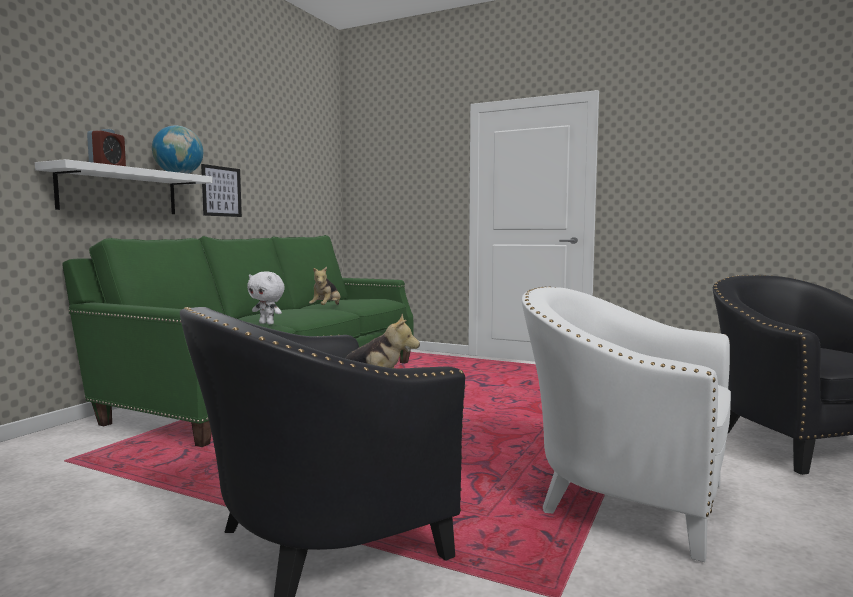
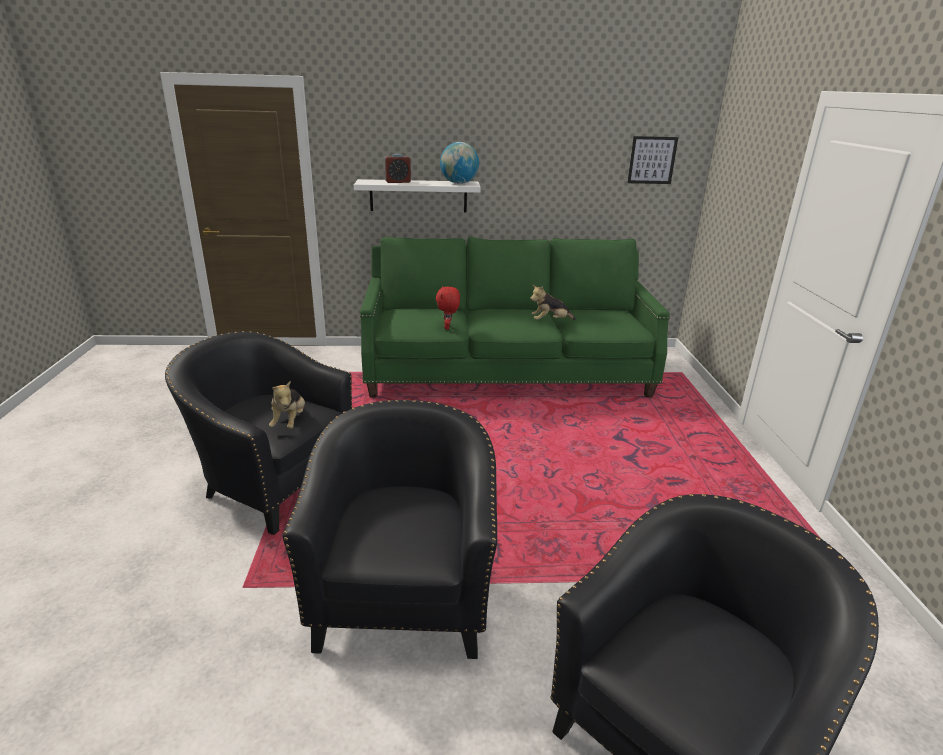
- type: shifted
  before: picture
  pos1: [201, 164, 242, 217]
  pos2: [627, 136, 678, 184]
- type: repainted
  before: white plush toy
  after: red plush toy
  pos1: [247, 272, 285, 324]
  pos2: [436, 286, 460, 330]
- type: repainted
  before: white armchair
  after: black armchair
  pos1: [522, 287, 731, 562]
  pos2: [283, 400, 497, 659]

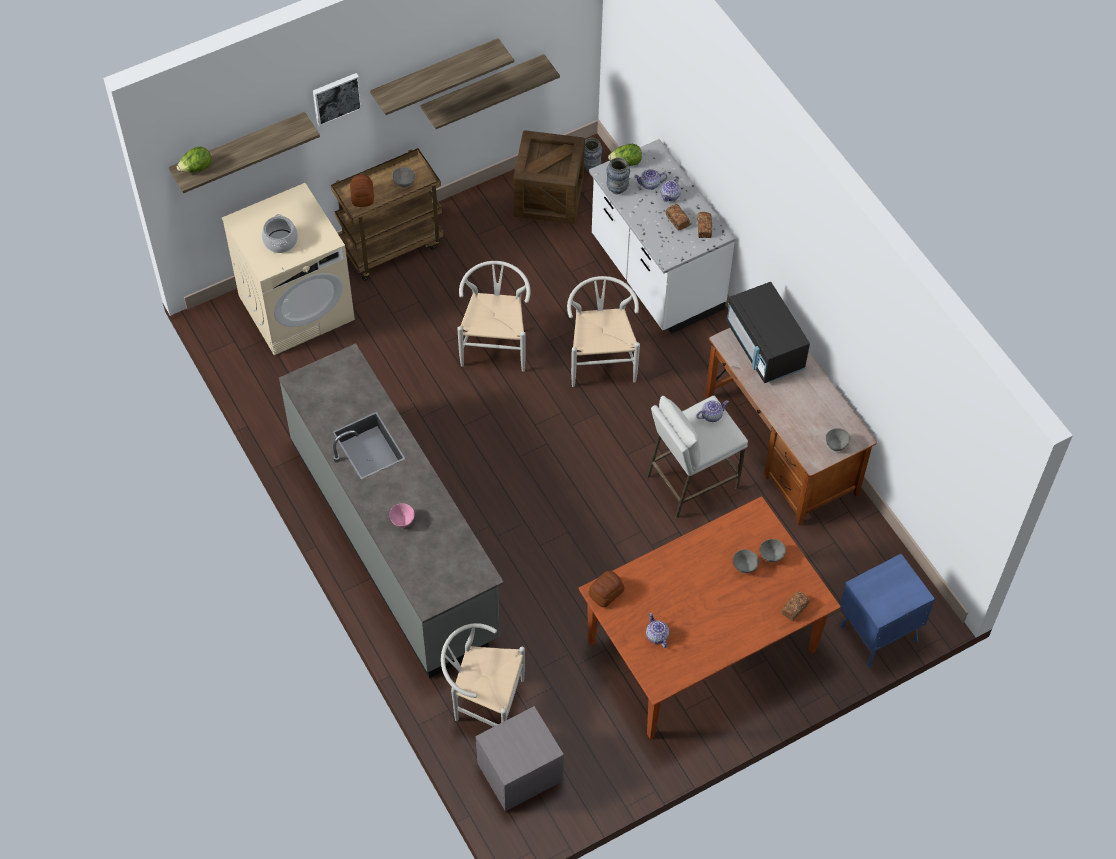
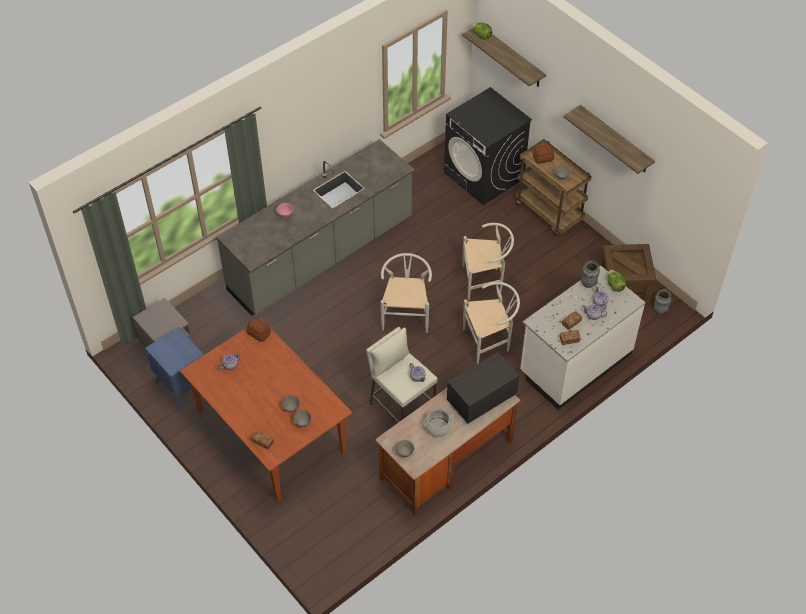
- type: repainted
  before: beige washing machine
  after: black washing machine
  pos1: [222, 183, 355, 355]
  pos2: [444, 87, 532, 205]
- type: shifted
  before: cooking pot
  pos1: [262, 214, 298, 253]
  pos2: [423, 408, 454, 437]
- type: gone
  before: picture
  pos1: [313, 73, 362, 126]
- type: gone
  before: shelf
  pos1: [420, 54, 560, 129]
- type: shifted
  before: white chair
  pos1: [441, 623, 525, 727]
  pos2: [380, 253, 432, 333]
- type: shifted
  before: blue nightstand
  pos1: [840, 554, 935, 667]
  pos2: [145, 327, 204, 409]

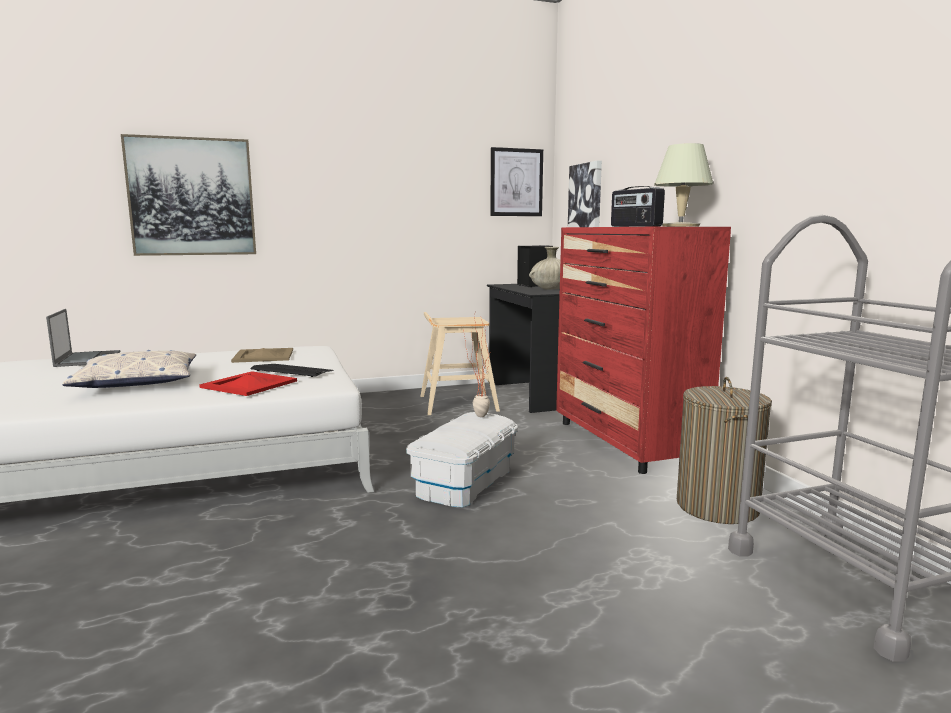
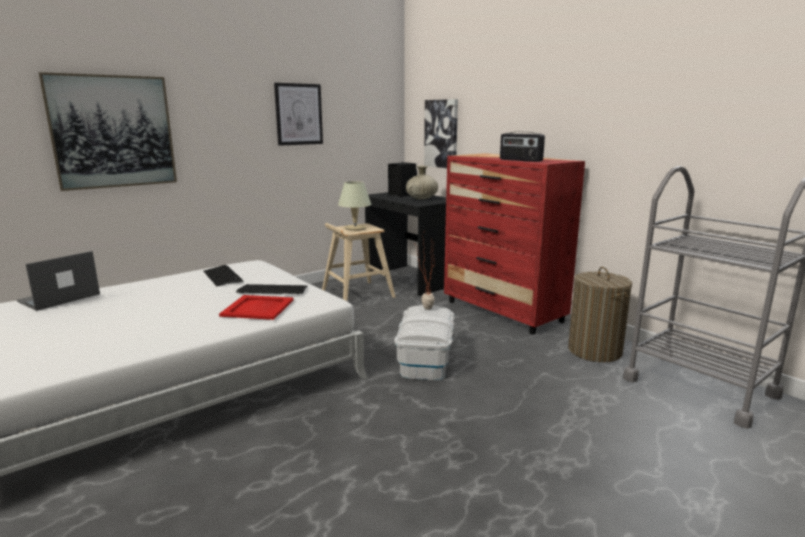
- type: rotated
  before: laptop
  pos1: [46, 309, 120, 367]
  pos2: [17, 251, 100, 311]
  turn: -105
- type: gone
  before: pillow
  pos1: [62, 350, 196, 388]
- type: swapped
  before: beige tray
  after: keyboard
  pos1: [231, 348, 293, 363]
  pos2: [203, 265, 243, 286]
- type: shifted
  before: picture
  pos1: [490, 147, 543, 216]
  pos2: [274, 83, 323, 146]
- type: shifted
  before: beige table lamp
  pos1: [654, 143, 713, 227]
  pos2: [338, 181, 371, 231]

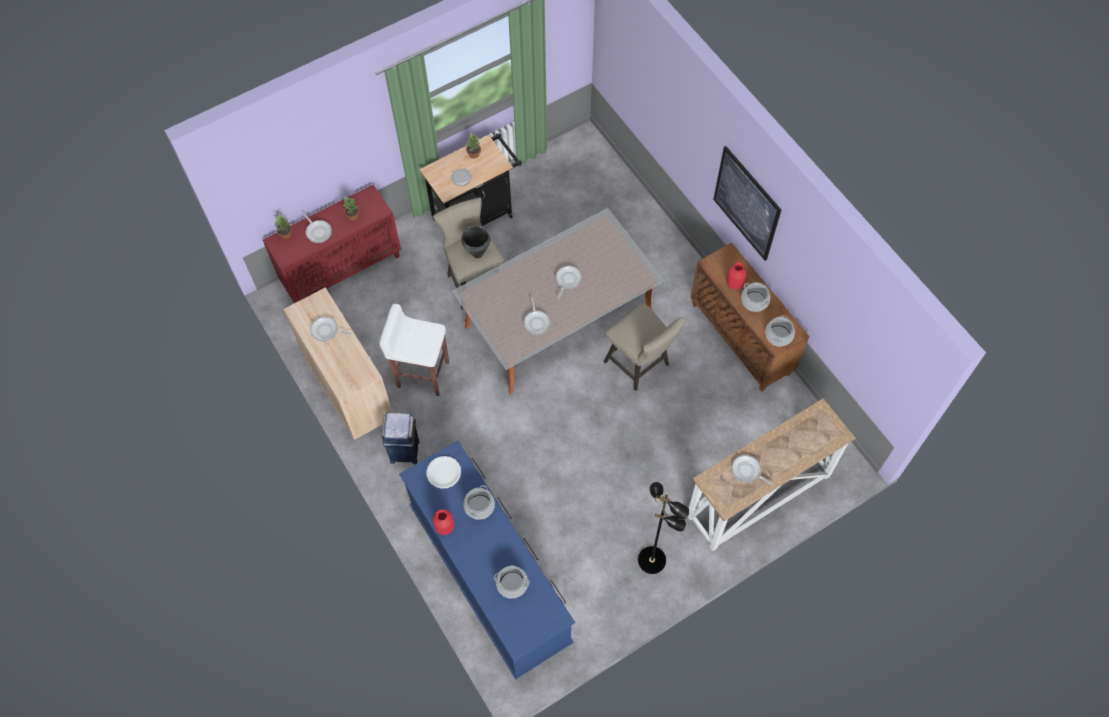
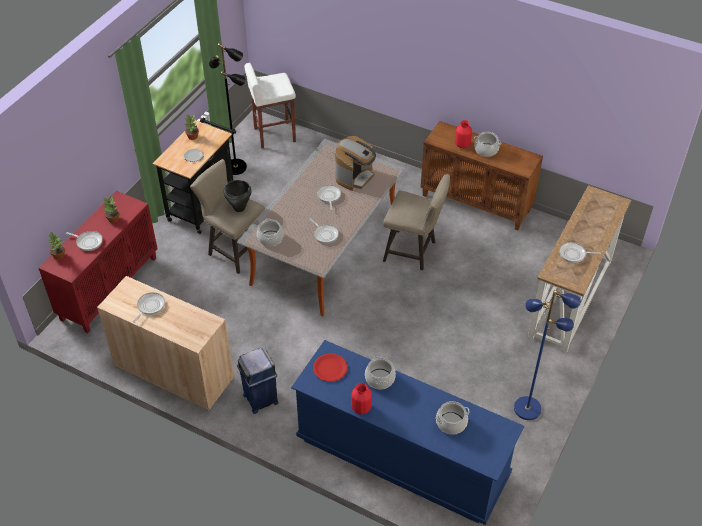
- type: rotated
  before: frying pan
  pos1: [310, 317, 352, 342]
  pos2: [133, 292, 165, 323]
  turn: 135
- type: shifted
  before: white stool
  pos1: [379, 304, 449, 396]
  pos2: [244, 63, 296, 149]
- type: repainted
  before: white plate
  after: red plate
  pos1: [426, 456, 461, 489]
  pos2: [313, 354, 348, 382]
- type: shifted
  before: black floor lamp
  pos1: [638, 482, 689, 574]
  pos2: [209, 43, 247, 175]
- type: gone
  before: picture
  pos1: [713, 146, 781, 261]
- type: shifted
  before: cooking pot
  pos1: [765, 315, 795, 346]
  pos2: [257, 218, 284, 247]
- type: new
  after: coffee machine
  pos2: [335, 136, 376, 191]
- type: new
  after: blue floor lamp
  pos2: [514, 290, 581, 420]

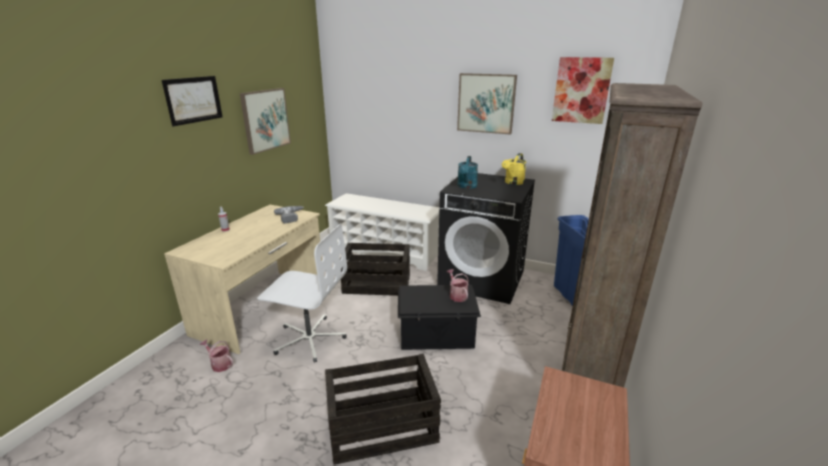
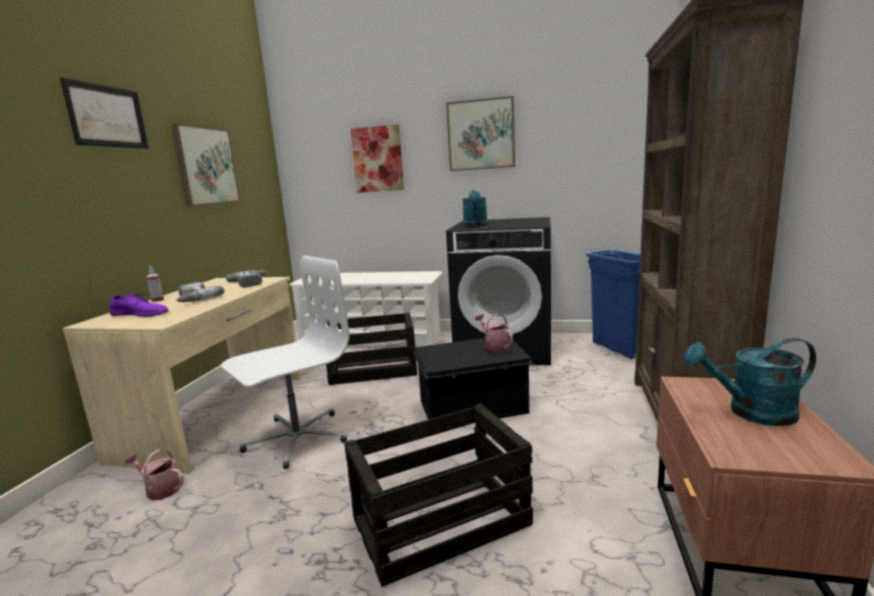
- type: rotated
  before: white office chair
  pos1: [257, 224, 347, 362]
  pos2: [221, 256, 350, 469]
  turn: -45
- type: gone
  before: yellow watering can
  pos1: [502, 153, 526, 185]
- type: shifted
  before: picture
  pos1: [552, 57, 614, 124]
  pos2: [351, 124, 404, 193]
- type: new
  after: purple shoe
  pos2: [110, 293, 169, 317]
- type: new
  after: power drill
  pos2: [176, 282, 224, 302]
- type: new
  after: turquoise watering can
  pos2: [683, 338, 816, 426]

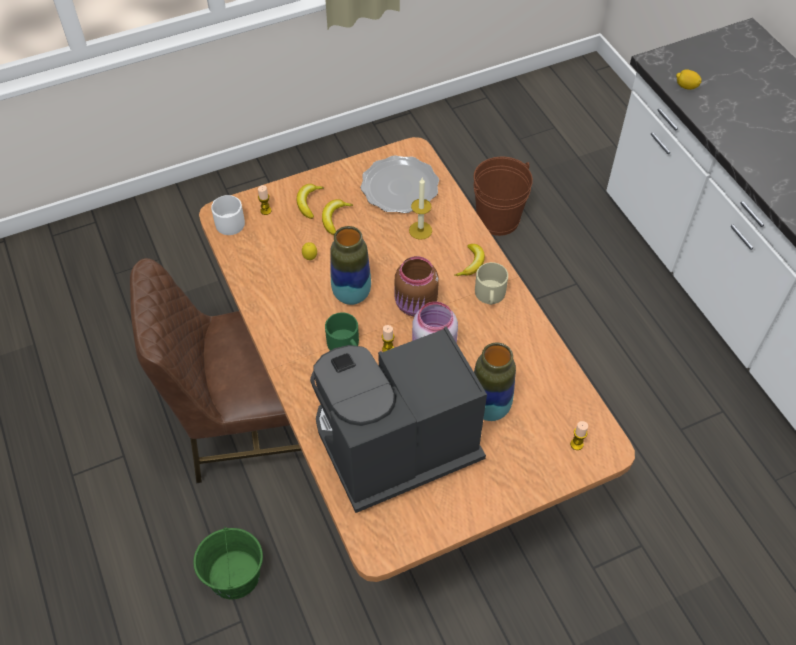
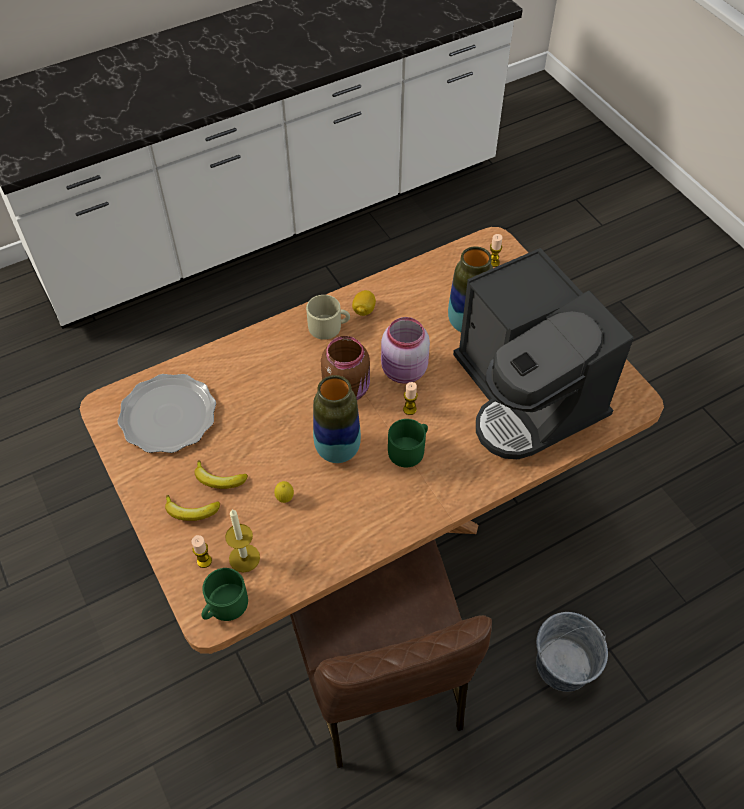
- type: repainted
  before: green bucket
  after: grey bucket
  pos1: [193, 527, 263, 599]
  pos2: [536, 612, 608, 692]
- type: repainted
  before: white mug
  after: green mug
  pos1: [211, 195, 245, 235]
  pos2: [201, 568, 248, 621]
- type: shifted
  before: candle
  pos1: [409, 178, 432, 240]
  pos2: [225, 509, 260, 572]
- type: gone
  before: banana
  pos1: [454, 244, 485, 276]
- type: gone
  before: brown bucket
  pos1: [474, 157, 533, 236]
- type: shifted
  before: lemon
  pos1: [676, 70, 702, 90]
  pos2: [352, 290, 376, 316]

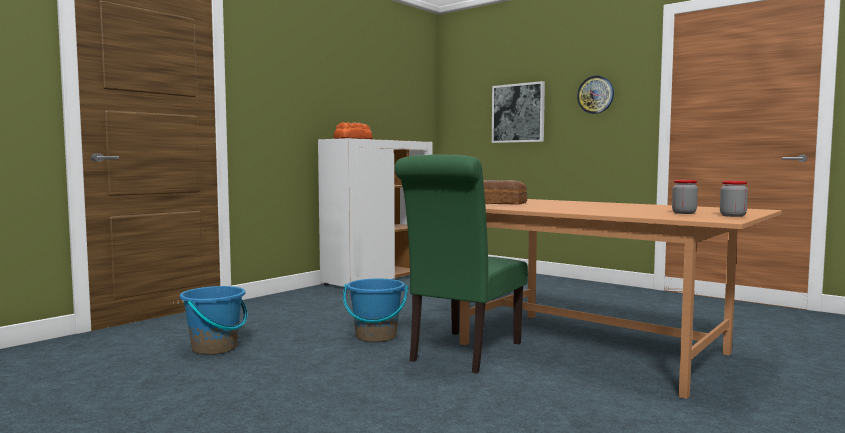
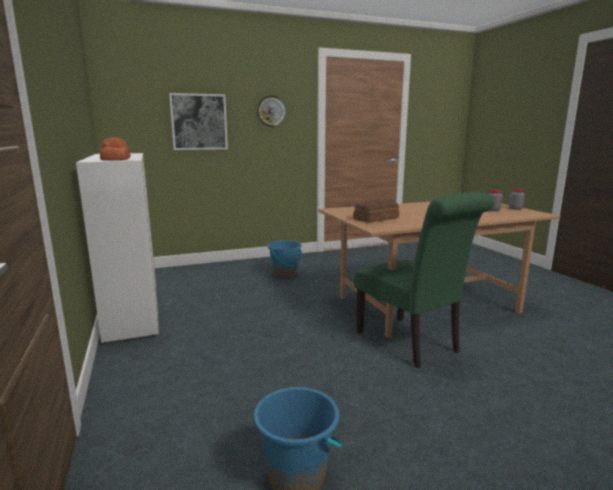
- type: shifted
  before: blue bucket
  pos1: [343, 279, 408, 342]
  pos2: [267, 240, 303, 279]

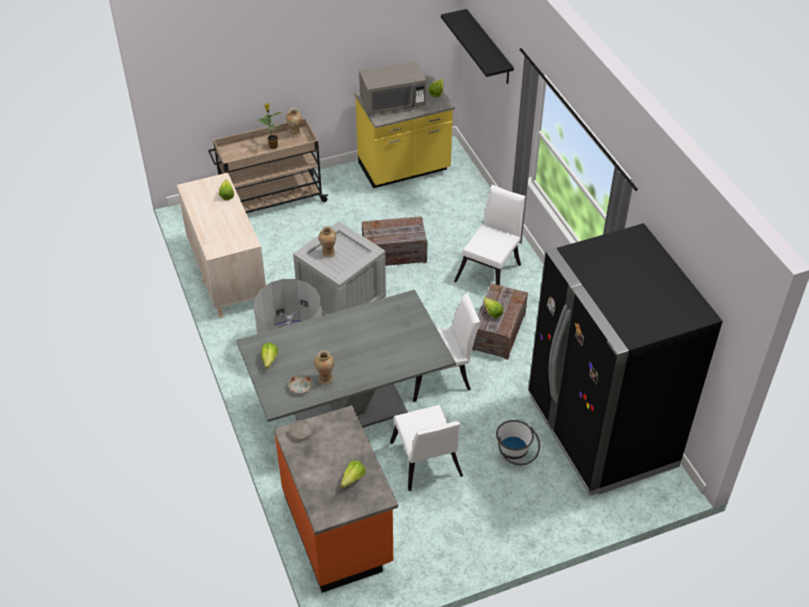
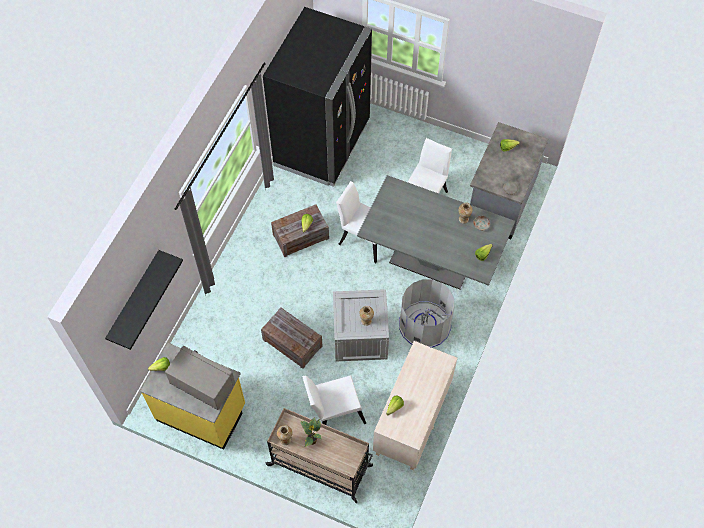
- type: repainted
  before: orange counter
  after: grey counter
  pos1: [274, 405, 398, 593]
  pos2: [470, 122, 548, 239]
- type: shifted
  before: white chair
  pos1: [454, 185, 525, 285]
  pos2: [302, 375, 366, 425]
- type: gone
  before: white bucket
  pos1: [496, 420, 540, 465]

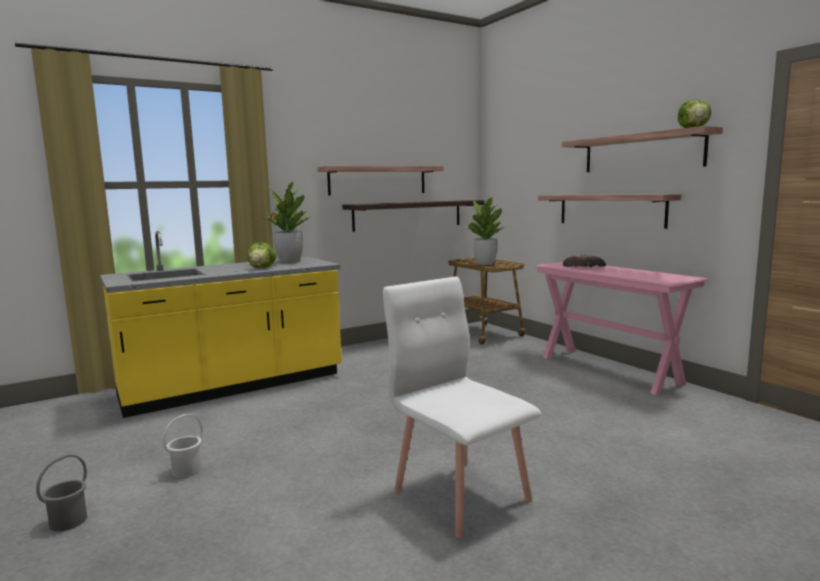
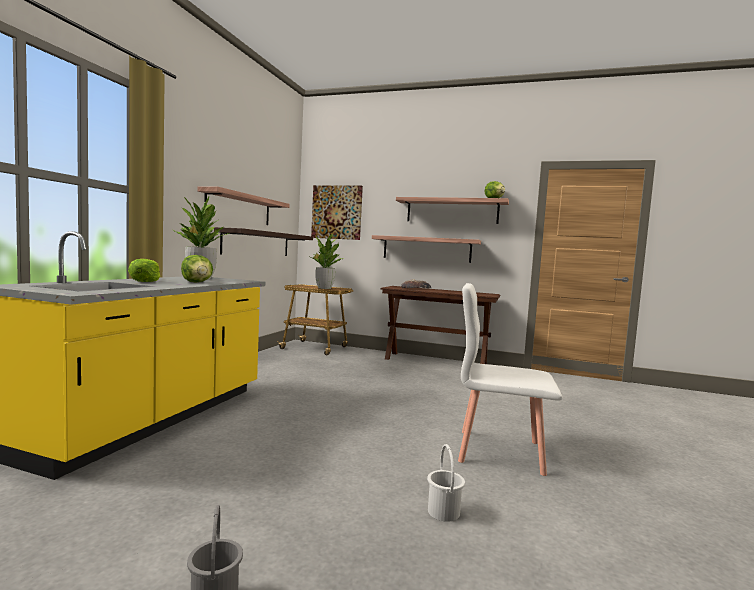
- type: shifted
  before: white bucket
  pos1: [163, 414, 202, 478]
  pos2: [427, 444, 465, 522]
- type: repainted
  before: pink console table
  after: brown console table
  pos1: [535, 262, 708, 395]
  pos2: [381, 286, 501, 364]
- type: new
  after: lettuce
  pos2: [128, 259, 160, 282]
- type: new
  after: picture
  pos2: [311, 185, 363, 240]

